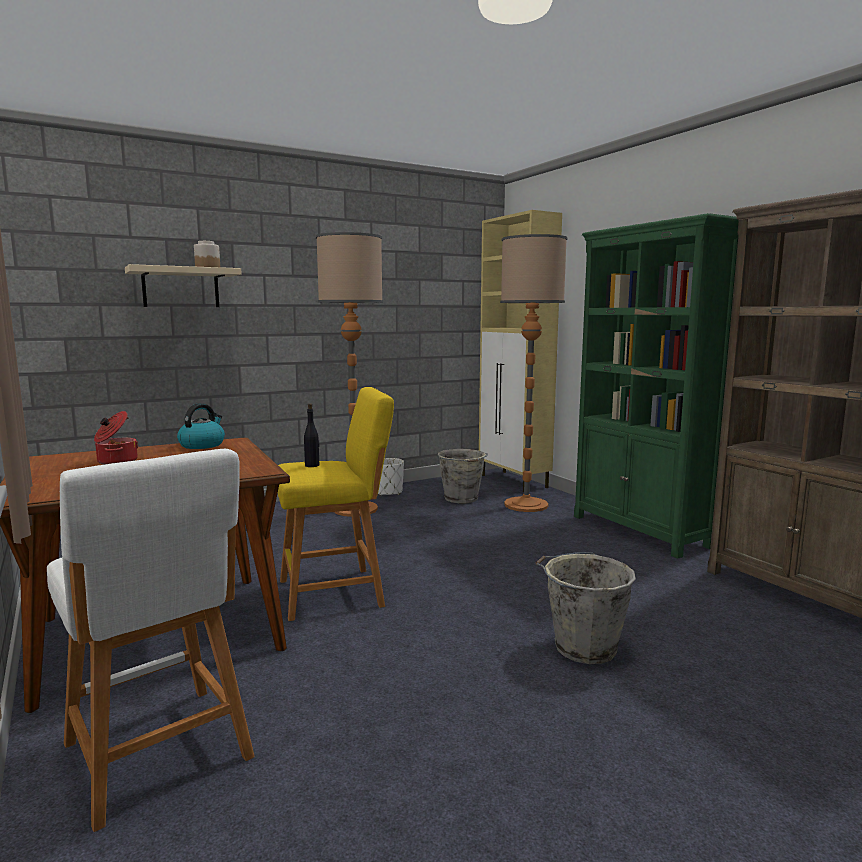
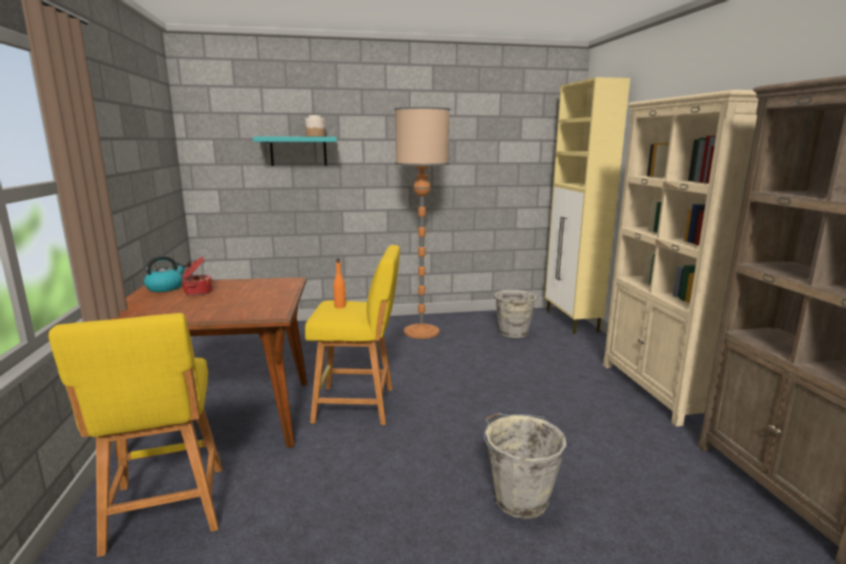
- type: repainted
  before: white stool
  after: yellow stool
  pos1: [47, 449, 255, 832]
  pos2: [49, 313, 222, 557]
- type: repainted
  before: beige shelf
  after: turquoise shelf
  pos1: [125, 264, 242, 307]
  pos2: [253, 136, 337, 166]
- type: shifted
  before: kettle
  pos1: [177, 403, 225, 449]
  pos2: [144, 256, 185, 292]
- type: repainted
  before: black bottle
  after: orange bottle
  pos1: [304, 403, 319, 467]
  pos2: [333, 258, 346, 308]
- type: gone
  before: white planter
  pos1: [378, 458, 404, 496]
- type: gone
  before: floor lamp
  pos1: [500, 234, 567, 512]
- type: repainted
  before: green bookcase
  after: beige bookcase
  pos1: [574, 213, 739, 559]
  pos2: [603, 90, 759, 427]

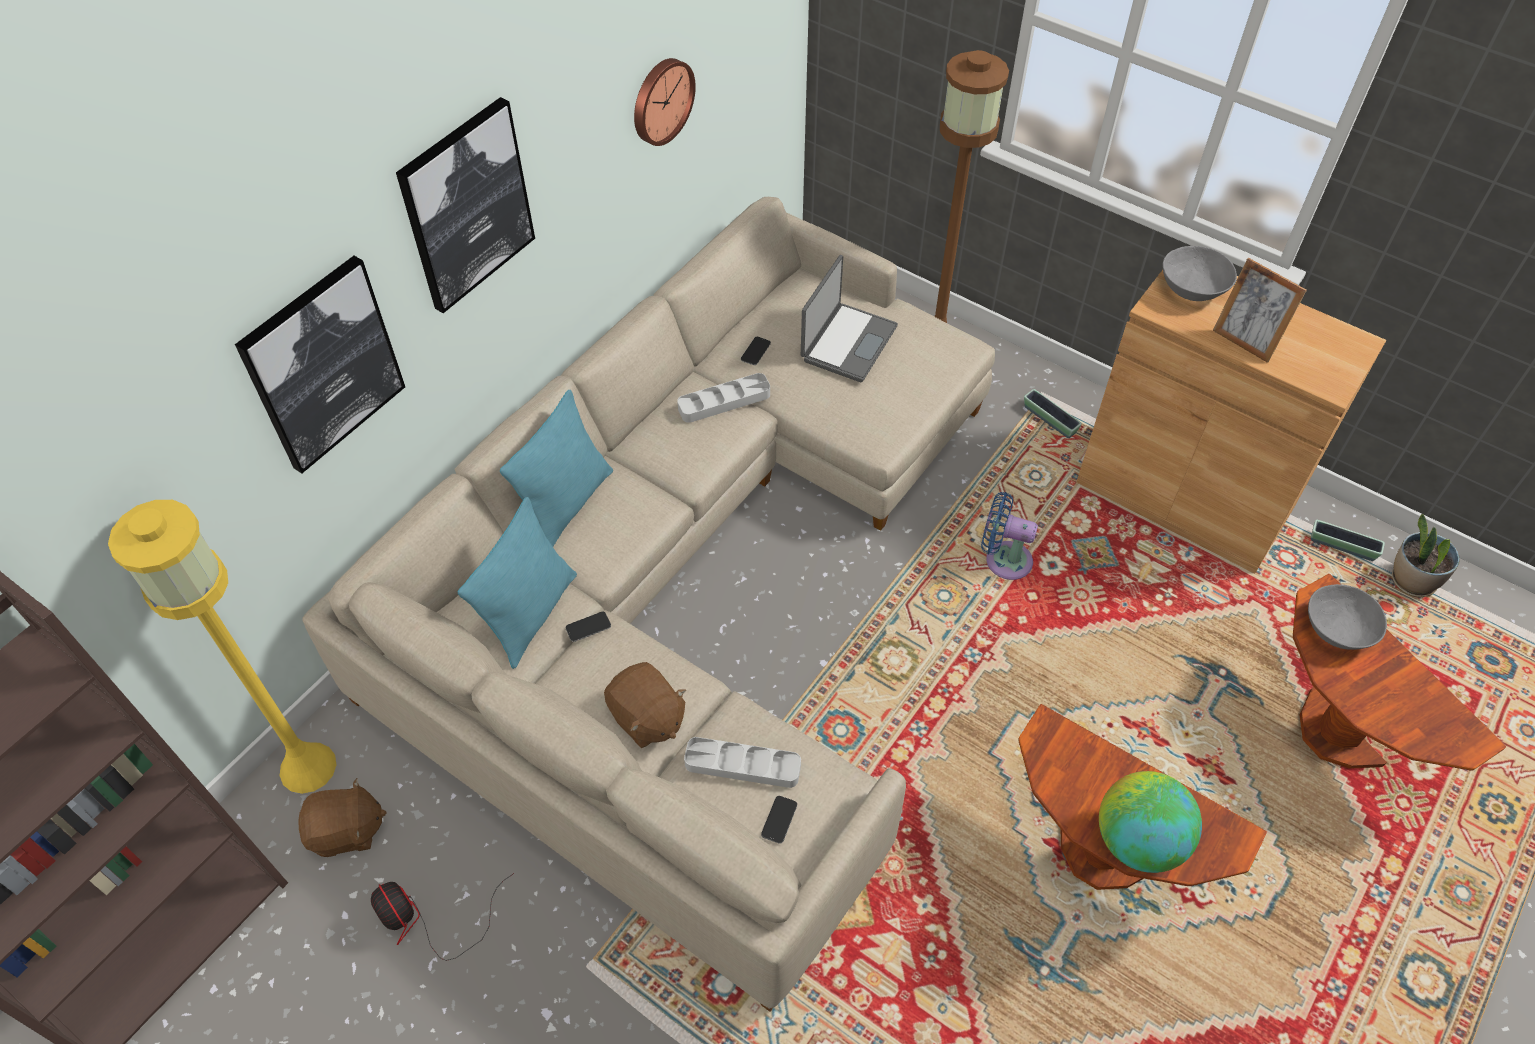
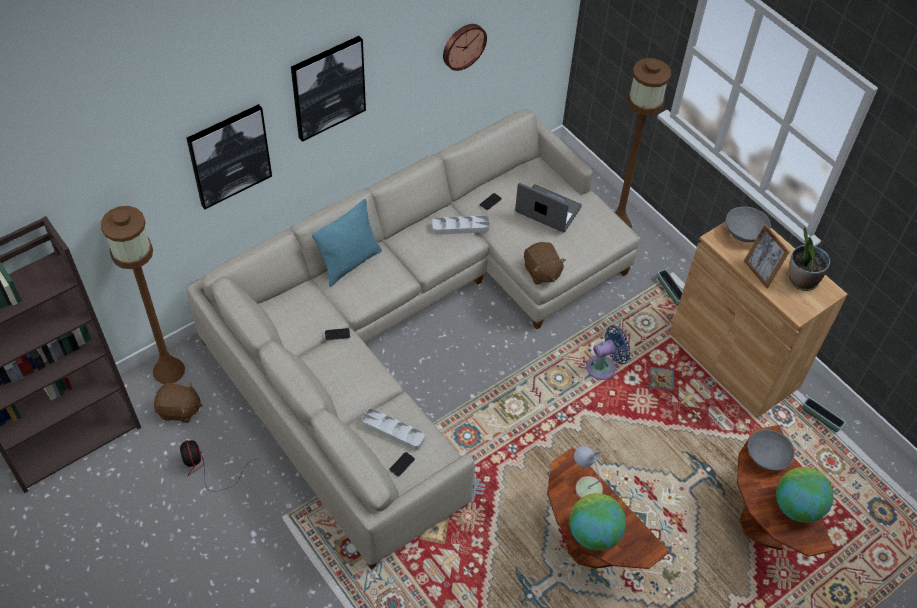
- type: repainted
  before: yellow floor lamp
  after: brown floor lamp
  pos1: [108, 500, 336, 794]
  pos2: [101, 206, 185, 384]
- type: gone
  before: turquoise pillow
  pos1: [458, 497, 577, 669]
- type: shifted
  before: brown plush toy
  pos1: [604, 662, 686, 748]
  pos2: [524, 242, 566, 284]
- type: rotated
  before: laptop
  pos1: [801, 255, 898, 382]
  pos2: [515, 183, 582, 233]
  turn: -105
- type: rotated
  before: blue fan
  pos1: [981, 492, 1038, 580]
  pos2: [586, 325, 630, 380]
  turn: 120
- type: shifted
  before: potted plant
  pos1: [1392, 514, 1460, 597]
  pos2: [788, 227, 830, 291]
- type: new
  after: table lamp
  pos2: [574, 446, 603, 499]
- type: new
  after: globe
  pos2: [776, 467, 834, 523]

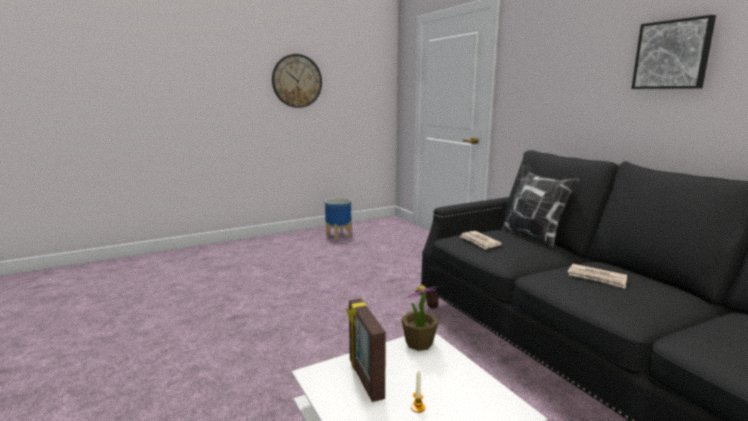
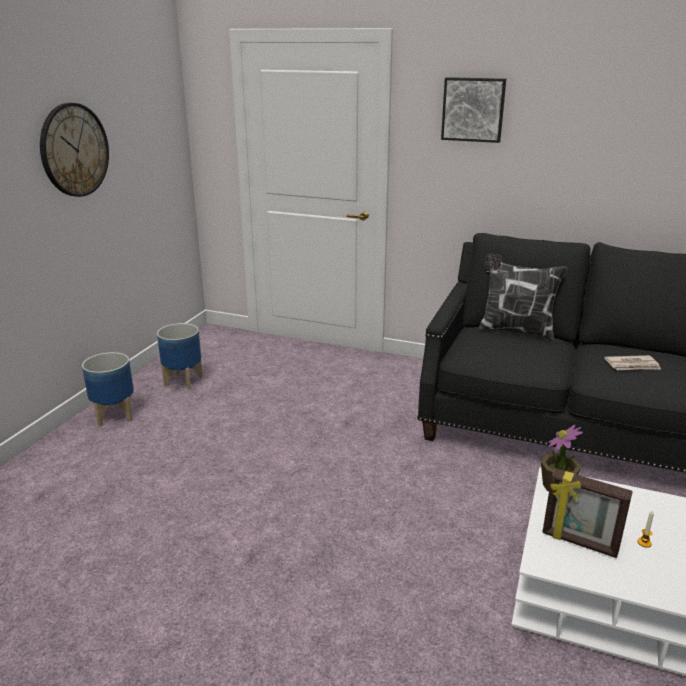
- type: gone
  before: newspaper
  pos1: [460, 231, 502, 250]
- type: shifted
  before: picture
  pos1: [631, 15, 716, 89]
  pos2: [441, 77, 506, 143]
- type: new
  after: planter
  pos2: [82, 352, 134, 427]

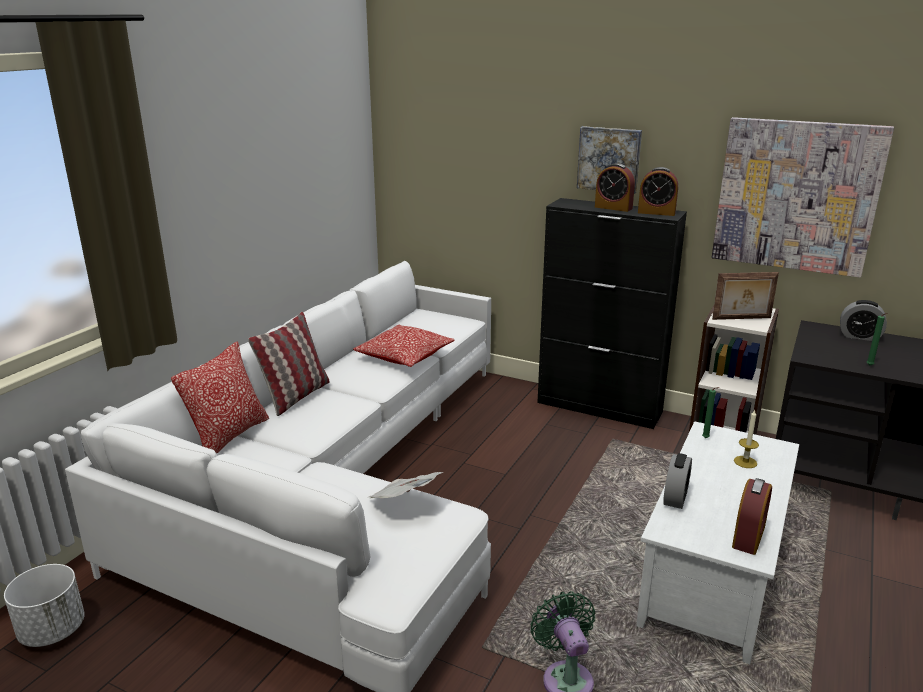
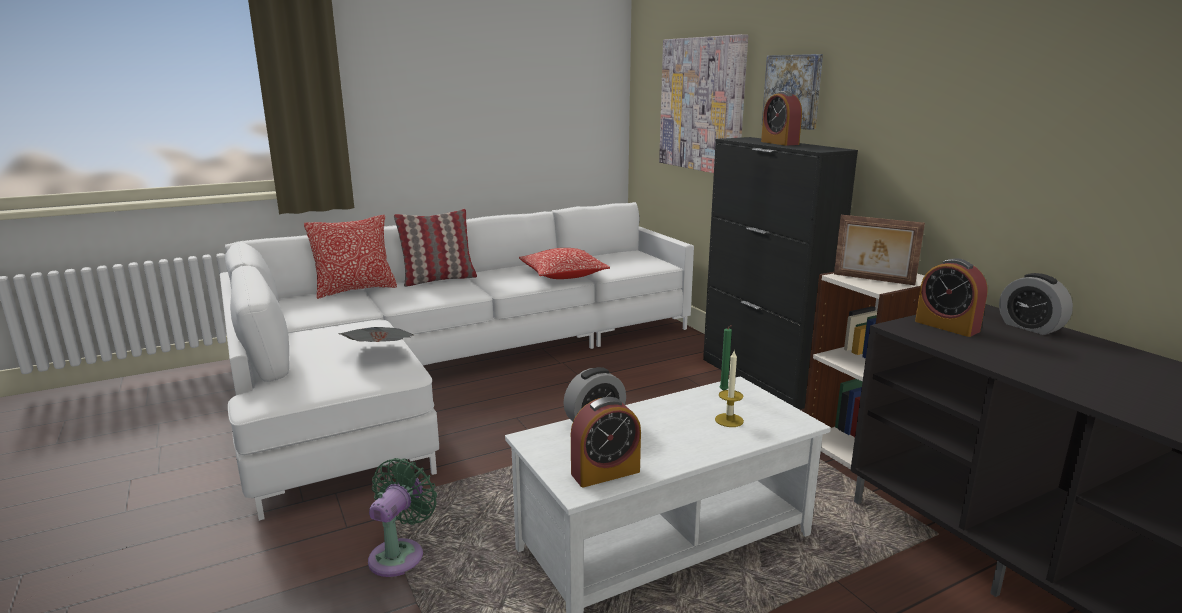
- type: gone
  before: white planter
  pos1: [4, 564, 85, 647]
- type: shifted
  before: alarm clock
  pos1: [638, 167, 678, 216]
  pos2: [915, 258, 988, 337]
- type: shifted
  before: picture
  pos1: [712, 117, 894, 278]
  pos2: [659, 34, 748, 173]
- type: gone
  before: green candle
  pos1: [867, 313, 887, 365]

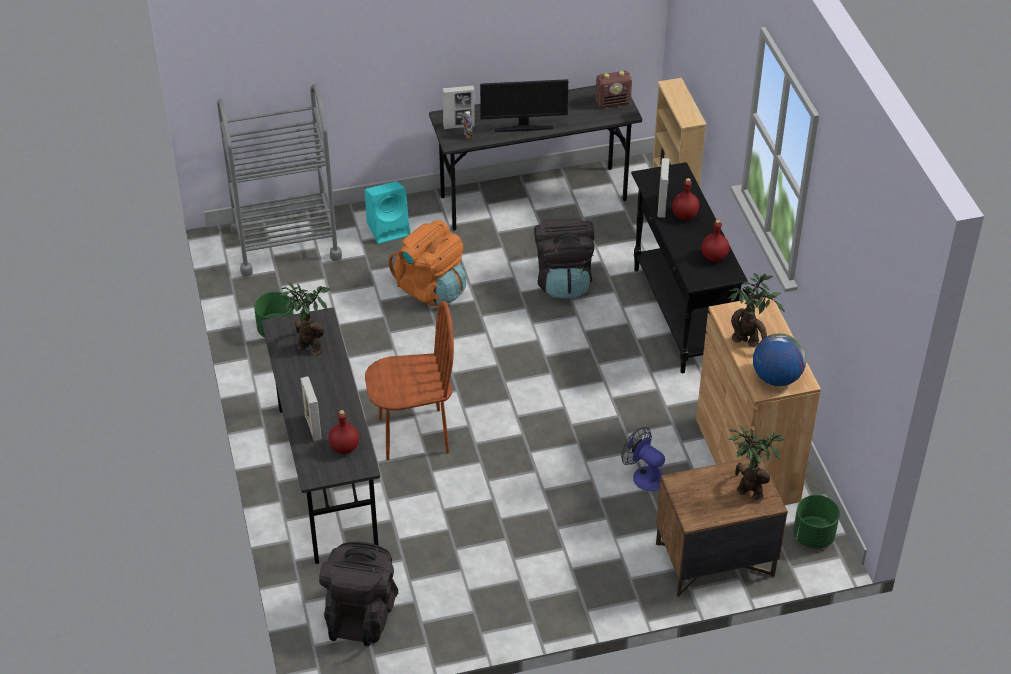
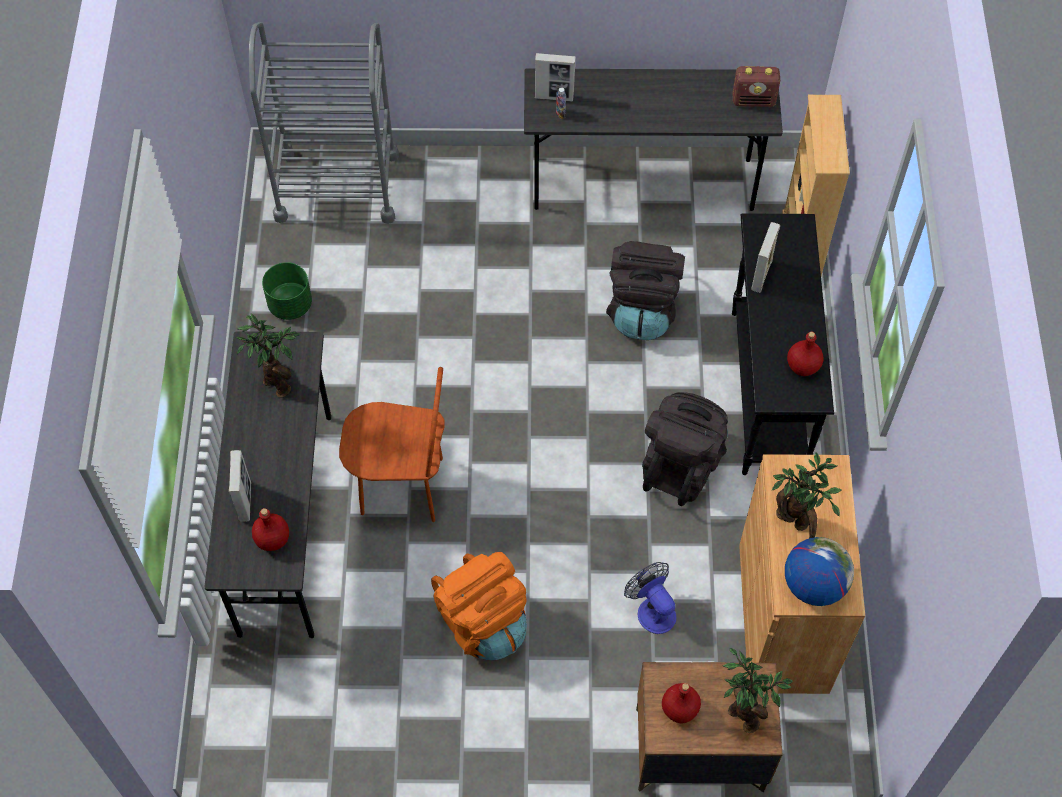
- type: shifted
  before: black backpack
  pos1: [319, 541, 398, 646]
  pos2: [642, 392, 728, 506]
- type: gone
  before: turquoise speaker
  pos1: [365, 181, 410, 244]
- type: shifted
  before: orange backpack
  pos1: [389, 220, 466, 306]
  pos2: [431, 552, 527, 660]
- type: gone
  before: monitor
  pos1: [480, 79, 568, 132]
- type: shifted
  before: red bottle
  pos1: [672, 178, 699, 220]
  pos2: [662, 683, 701, 723]
- type: gone
  before: green planter
  pos1: [793, 495, 840, 549]

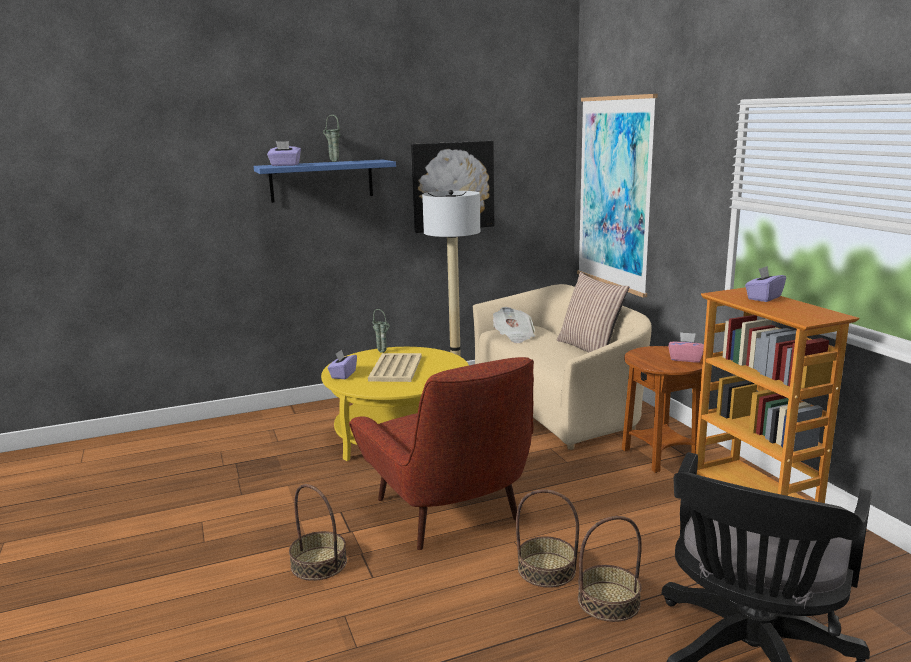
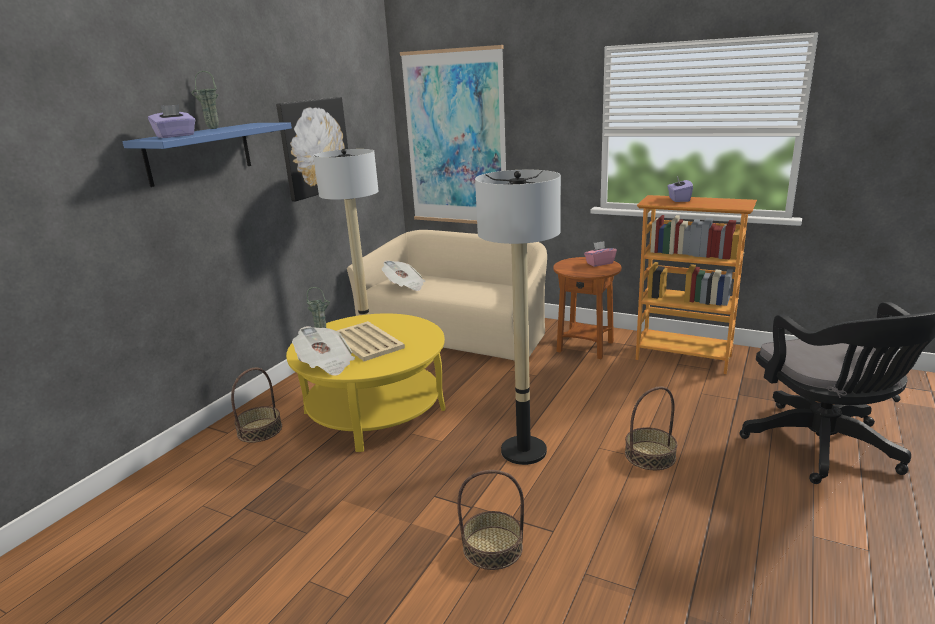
- type: swapped
  before: purple tissue box
  after: newspaper
  pos1: [327, 349, 357, 379]
  pos2: [292, 326, 355, 376]
- type: swapped
  before: red armchair
  after: floor lamp
  pos1: [349, 357, 534, 550]
  pos2: [475, 170, 561, 465]
- type: gone
  before: pillow
  pos1: [557, 272, 629, 352]
- type: shifted
  before: basket
  pos1: [578, 516, 642, 622]
  pos2: [231, 368, 282, 443]

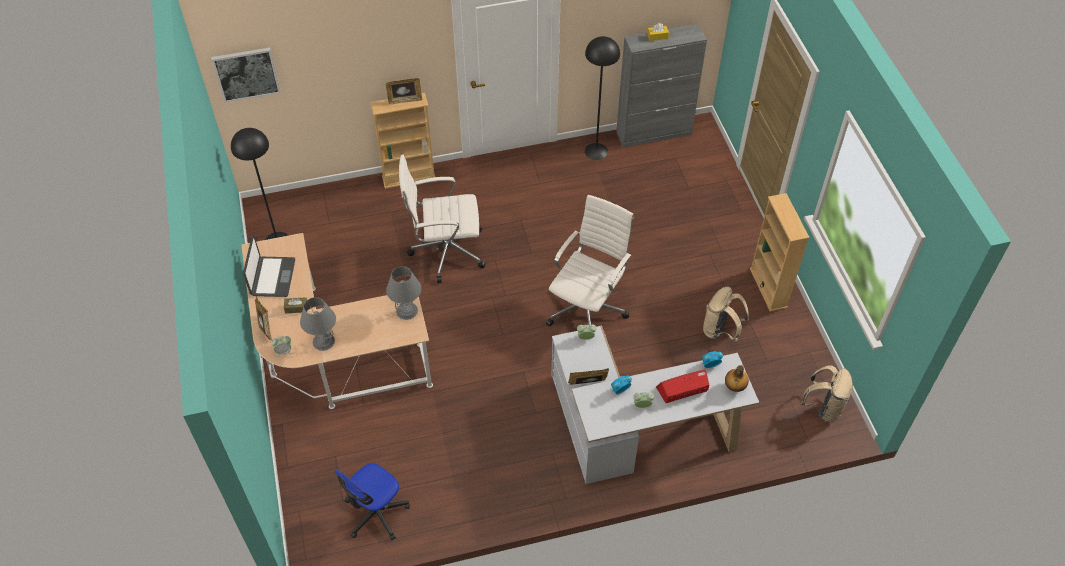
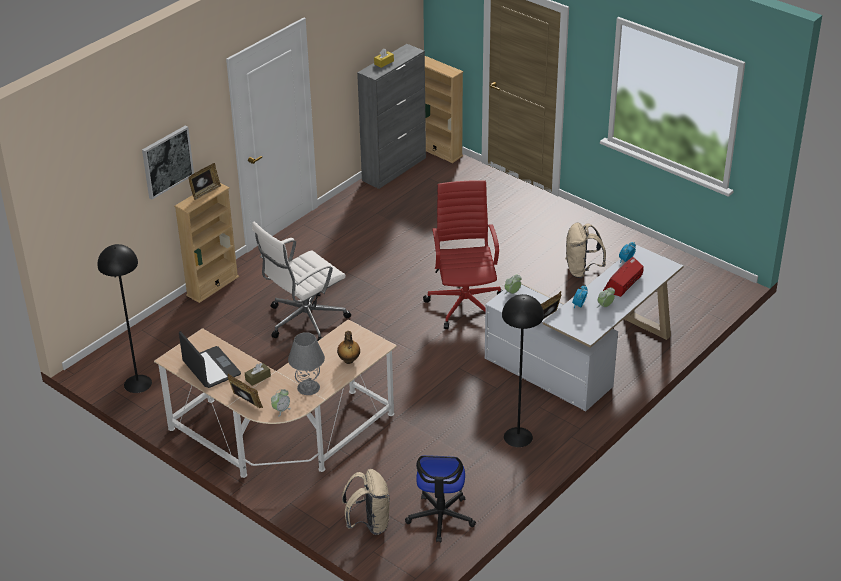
- type: shifted
  before: picture
  pos1: [211, 48, 281, 103]
  pos2: [142, 125, 194, 199]
- type: gone
  before: grey table lamp
  pos1: [386, 266, 421, 320]
- type: repainted
  before: white office chair
  after: red office chair
  pos1: [546, 195, 633, 326]
  pos2: [423, 180, 503, 329]
- type: shifted
  before: black floor lamp
  pos1: [585, 36, 620, 160]
  pos2: [502, 294, 544, 447]
- type: shifted
  before: bottle
  pos1: [725, 365, 749, 392]
  pos2: [337, 331, 360, 364]
- type: shifted
  before: beige bookcase
  pos1: [750, 193, 810, 312]
  pos2: [425, 56, 464, 163]
- type: shifted
  before: beige backpack
  pos1: [801, 365, 853, 422]
  pos2: [342, 469, 390, 535]

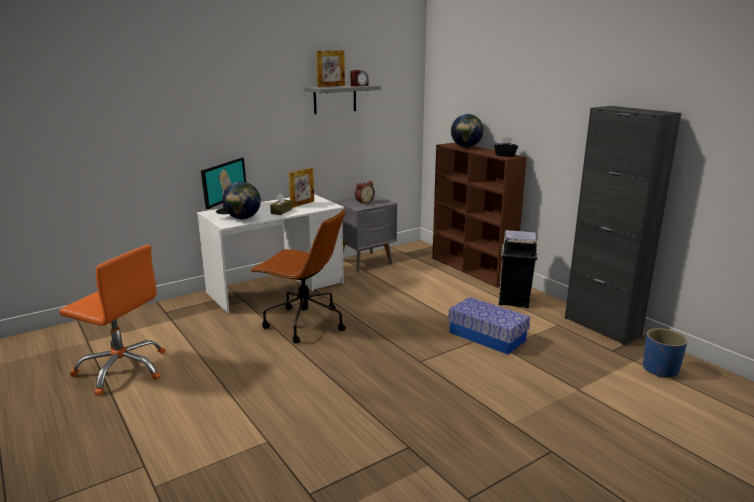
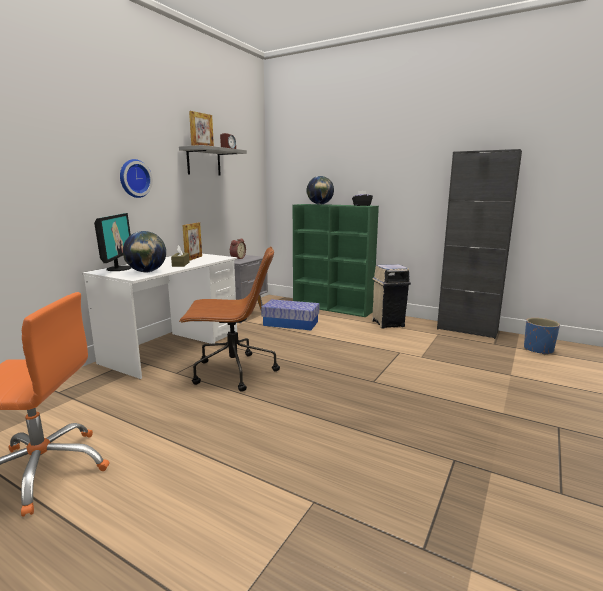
- type: repainted
  before: brown bookcase
  after: green bookcase
  pos1: [432, 143, 527, 288]
  pos2: [293, 204, 379, 317]
- type: shifted
  before: storage box
  pos1: [448, 297, 530, 355]
  pos2: [261, 299, 319, 330]
- type: new
  after: wall clock
  pos2: [120, 159, 153, 198]

